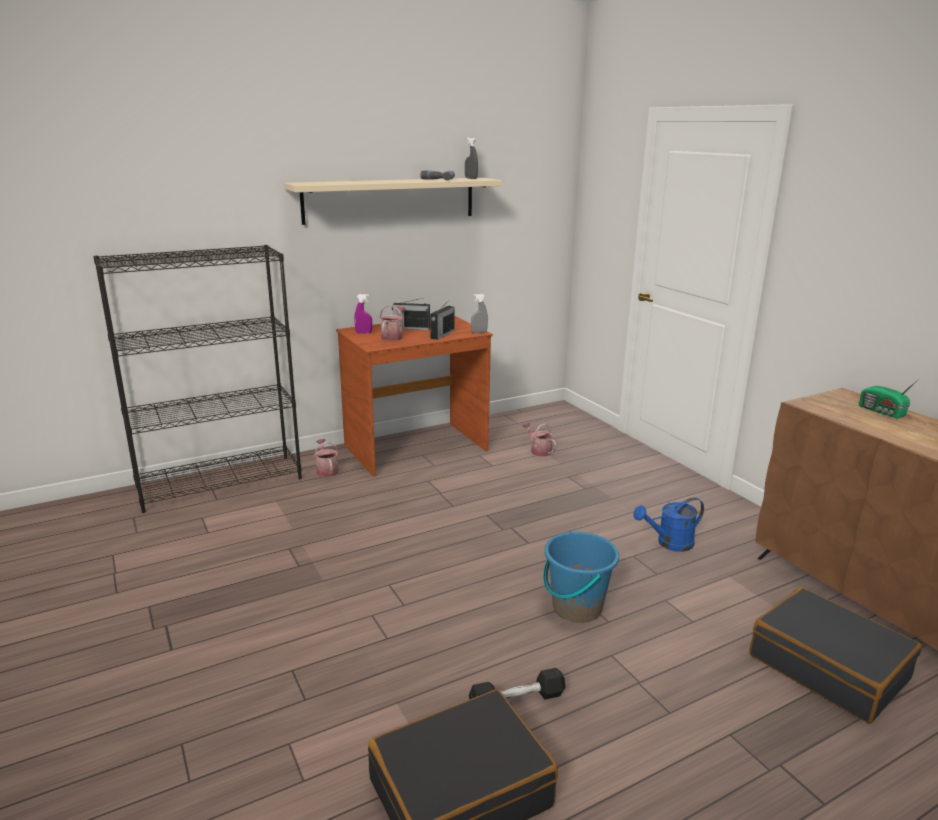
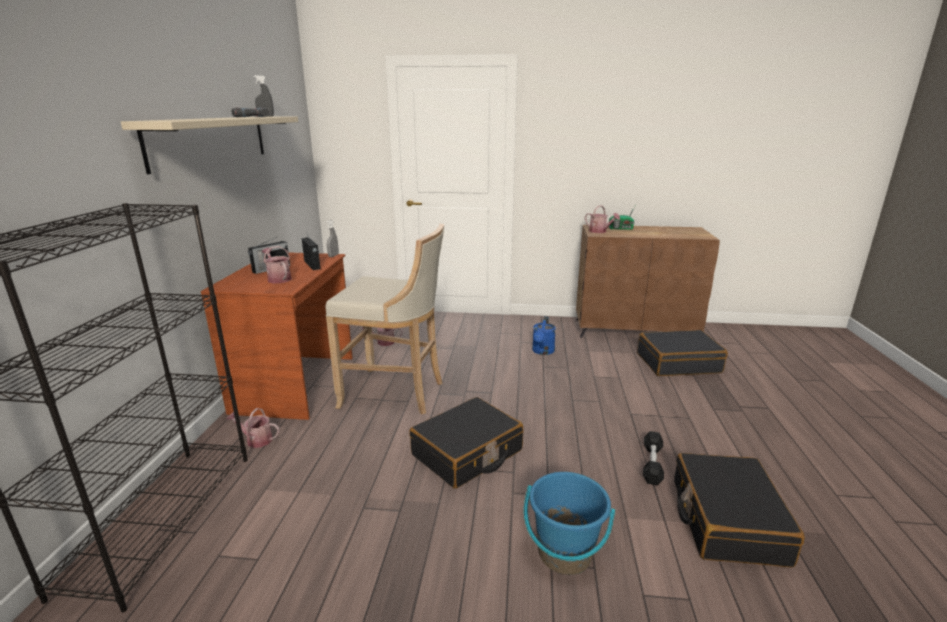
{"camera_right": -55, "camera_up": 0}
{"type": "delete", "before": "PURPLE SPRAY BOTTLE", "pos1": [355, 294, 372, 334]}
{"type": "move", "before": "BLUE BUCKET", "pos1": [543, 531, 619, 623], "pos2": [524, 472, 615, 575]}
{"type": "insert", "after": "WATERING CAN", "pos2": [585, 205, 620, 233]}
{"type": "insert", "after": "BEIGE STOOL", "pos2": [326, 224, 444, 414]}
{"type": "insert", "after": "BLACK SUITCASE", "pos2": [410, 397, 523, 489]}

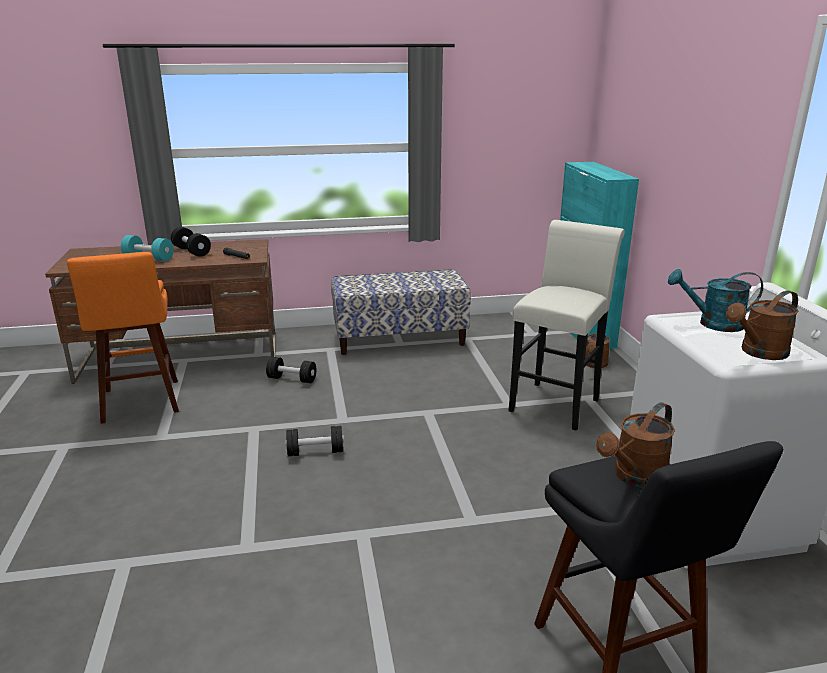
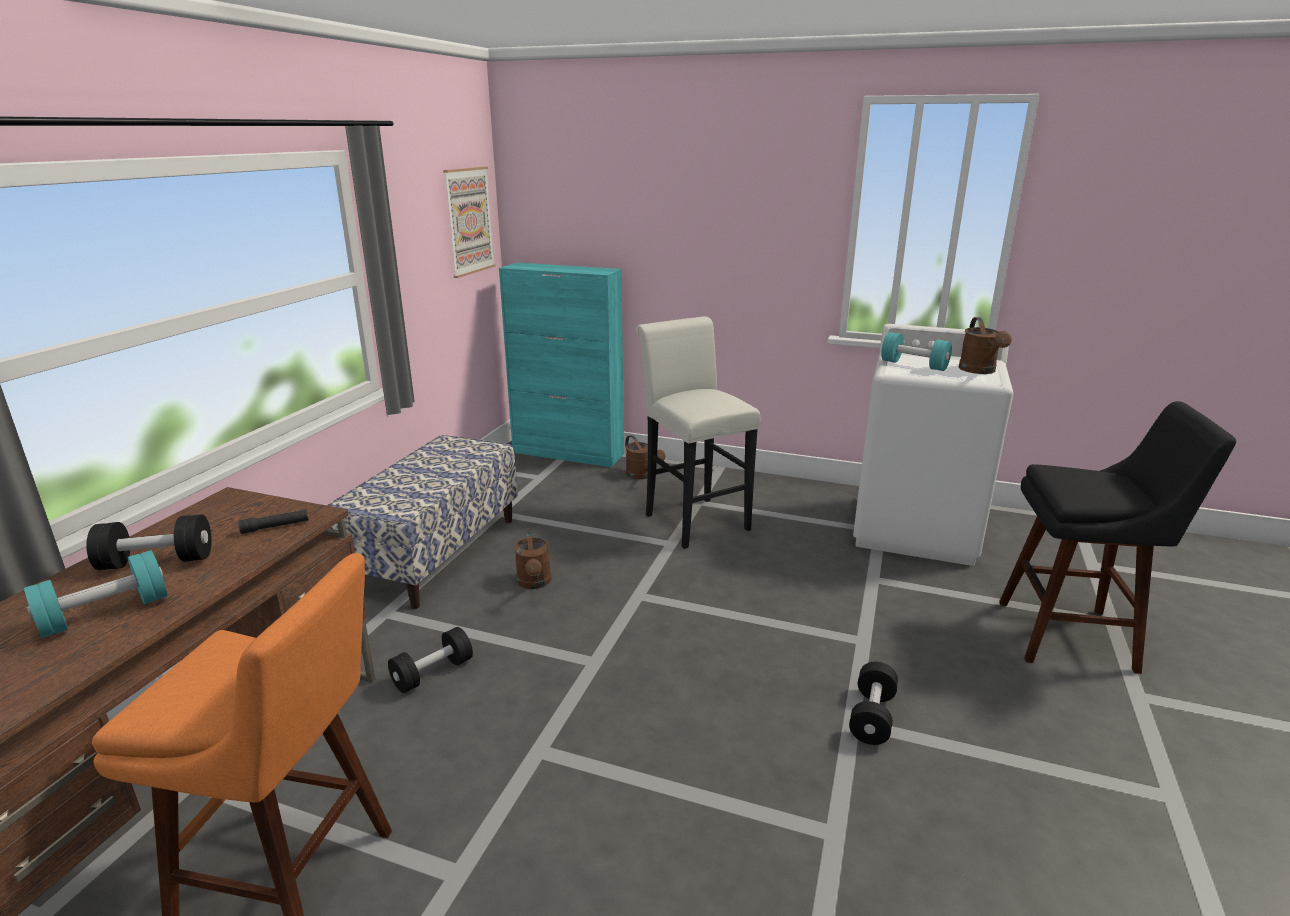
{"camera_right": -60, "camera_up": 0}
{"type": "replace", "before": "TURQUOISE WATERING CAN", "after": "TURQUOISE DUMBBELL", "pos1": [668, 269, 763, 332], "pos2": [881, 332, 952, 371]}
{"type": "move", "before": "BROWN WATERING CAN", "pos1": [596, 402, 675, 488], "pos2": [514, 528, 551, 589]}
{"type": "move", "before": "BLACK DUMBBELL", "pos1": [286, 426, 344, 456], "pos2": [849, 662, 898, 745]}
{"type": "insert", "after": "PICTURE", "pos2": [443, 167, 496, 278]}

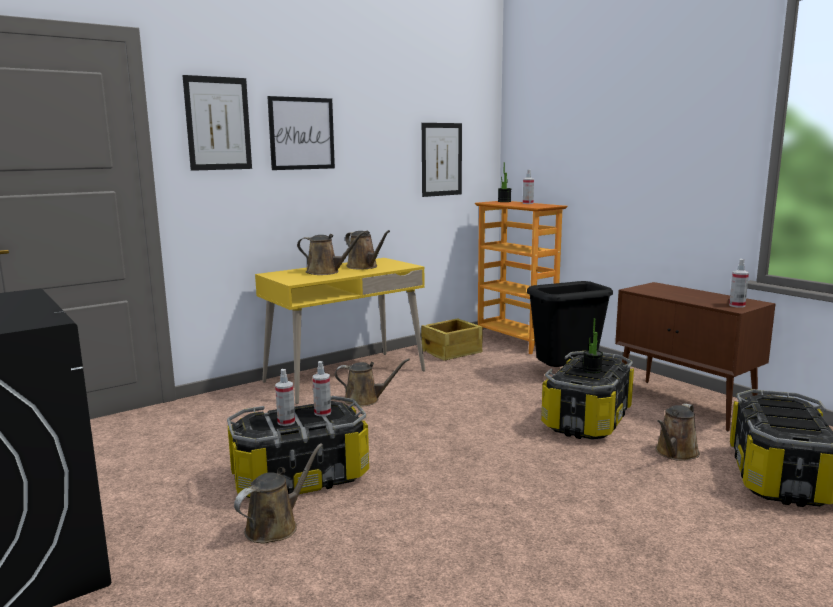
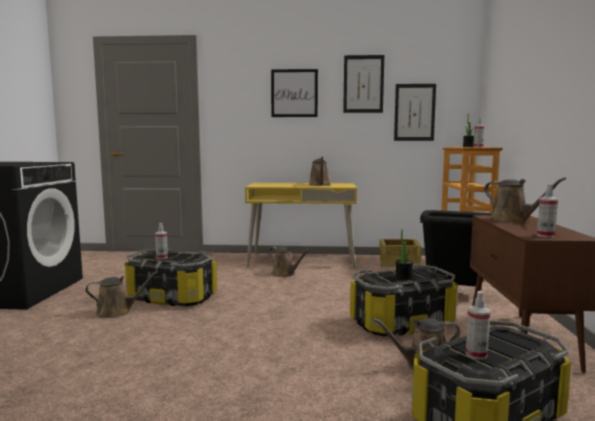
{"camera_right": 40, "camera_up": -5}
{"type": "move", "before": "PICTURE", "pos1": [182, 75, 252, 171], "pos2": [343, 55, 384, 113]}
{"type": "move", "before": "BROWN WATERING CAN", "pos1": [297, 231, 366, 275], "pos2": [484, 178, 566, 223]}
{"type": "move", "before": "SPRAY BOTTLE", "pos1": [313, 361, 331, 416], "pos2": [466, 291, 491, 360]}

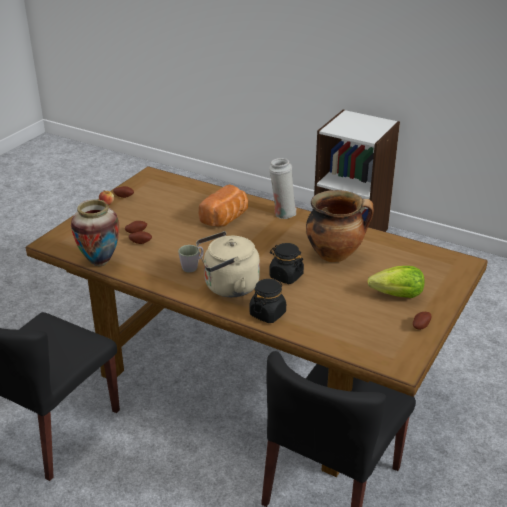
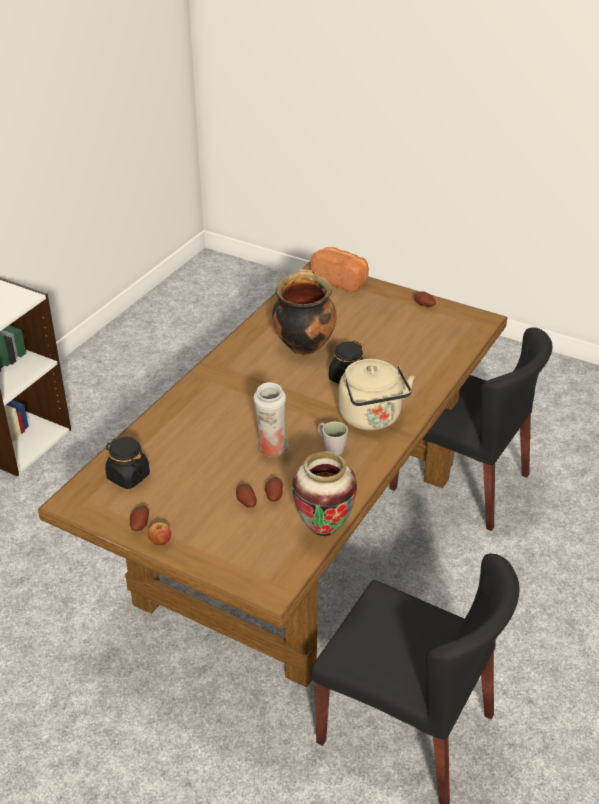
{"camera_right": -90, "camera_up": 5}
{"type": "move", "before": "WHITE VASE", "pos1": [269, 158, 296, 219], "pos2": [253, 382, 290, 457]}
{"type": "move", "before": "BREAD", "pos1": [199, 184, 248, 227], "pos2": [310, 247, 369, 292]}
{"type": "delete", "before": "LETTUCE", "pos1": [367, 266, 425, 298]}
{"type": "move", "before": "BLACK JAR", "pos1": [250, 279, 286, 323], "pos2": [105, 437, 150, 489]}

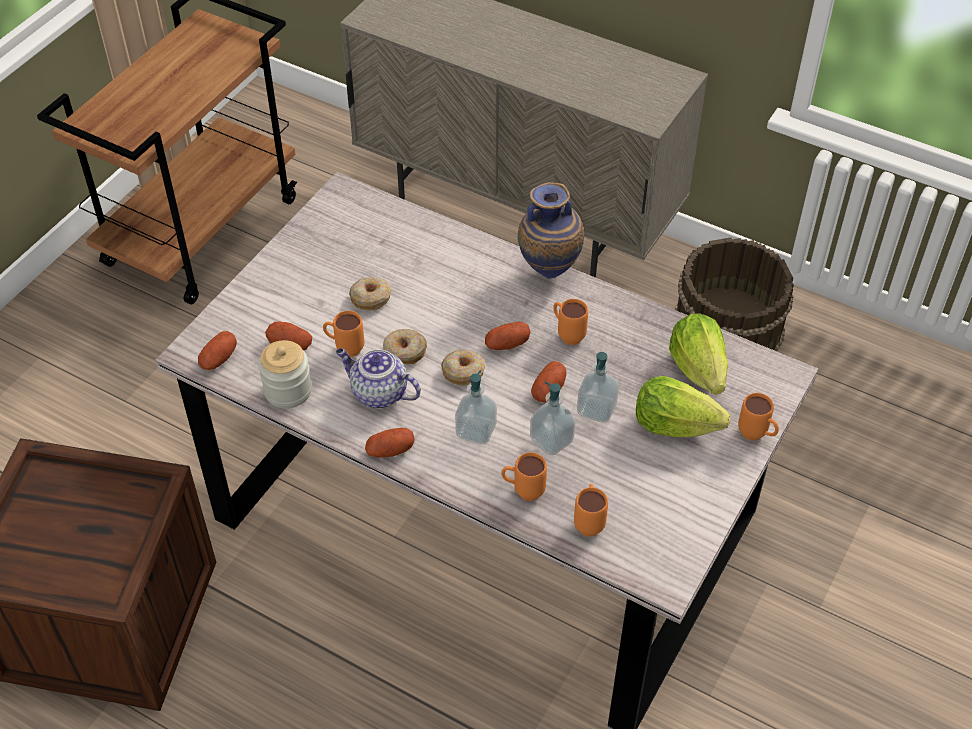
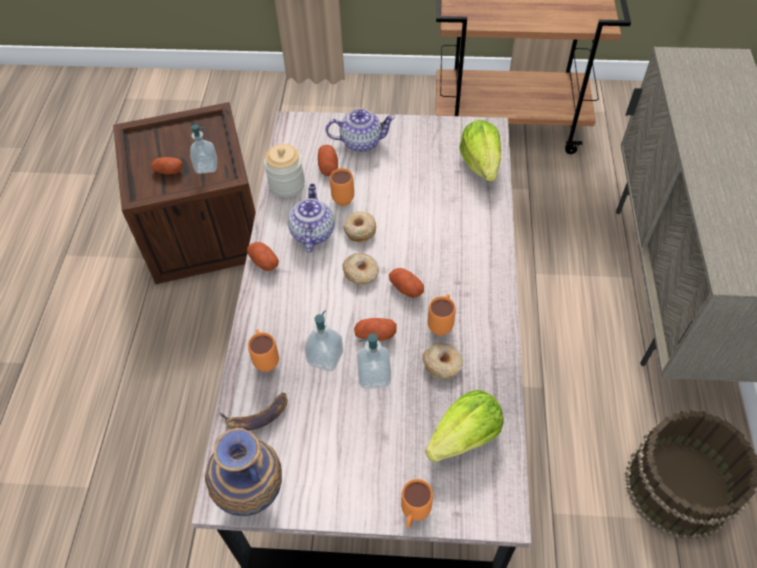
{"camera_right": 65, "camera_up": 5}
{"type": "move", "before": "VASE", "pos1": [518, 182, 584, 279], "pos2": [205, 428, 282, 516]}
{"type": "move", "before": "DONUT", "pos1": [349, 278, 391, 310], "pos2": [423, 343, 463, 379]}
{"type": "move", "before": "POTATO", "pos1": [198, 331, 237, 370], "pos2": [151, 157, 183, 174]}
{"type": "move", "before": "SOAP DISPENSER", "pos1": [455, 370, 497, 444], "pos2": [190, 124, 217, 174]}
{"type": "move", "before": "LETTUCE", "pos1": [636, 376, 730, 438], "pos2": [459, 120, 501, 181]}
{"type": "replace", "before": "ORANGE MUG", "after": "BANANA", "pos1": [574, 484, 608, 537], "pos2": [220, 392, 288, 431]}
{"type": "insert", "after": "TEAPOT", "pos2": [326, 109, 396, 152]}

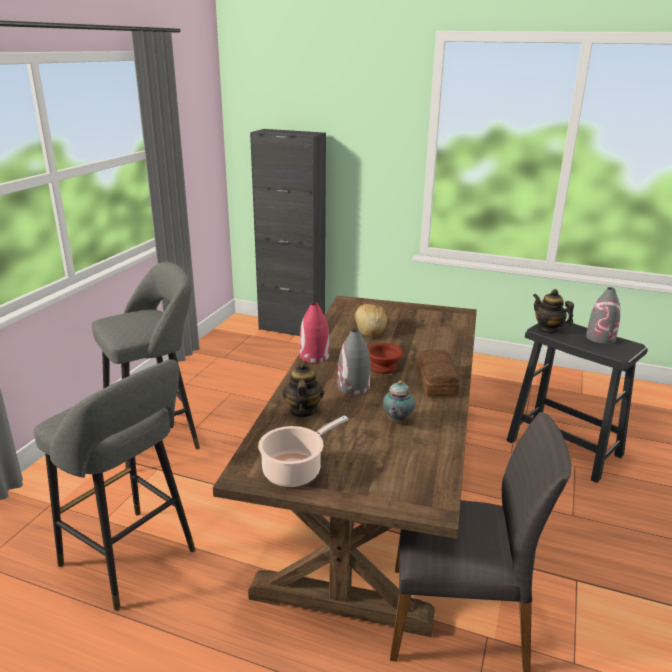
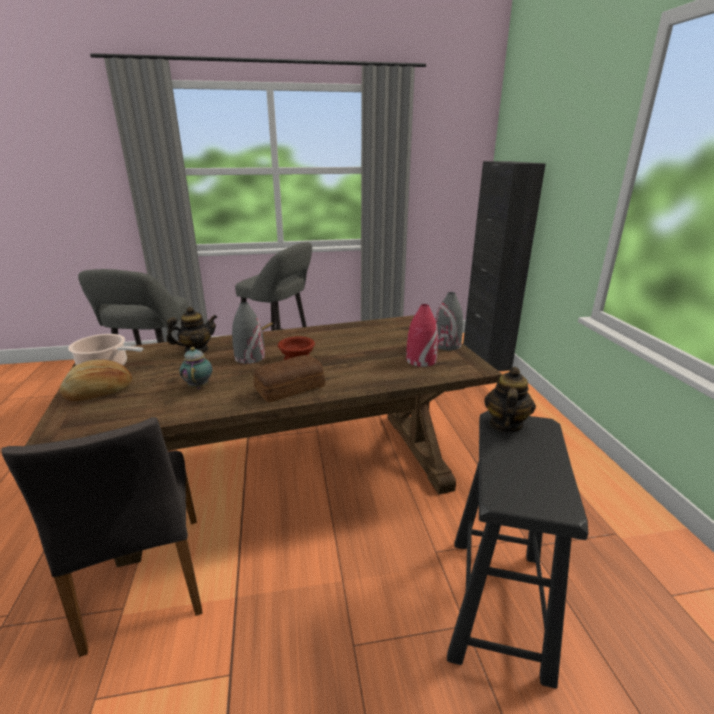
{"camera_right": 60, "camera_up": 0}
{"type": "move", "before": "GREY VASE", "pos1": [586, 287, 621, 344], "pos2": [435, 292, 463, 350]}
{"type": "move", "before": "RED VASE", "pos1": [300, 303, 329, 363], "pos2": [406, 304, 438, 367]}
{"type": "move", "before": "BREAD", "pos1": [355, 304, 387, 337], "pos2": [60, 360, 132, 401]}
{"type": "rotate", "before": "TEAPOT", "pos1": [383, 380, 415, 423], "pos2": [179, 347, 212, 389], "turn": 90}

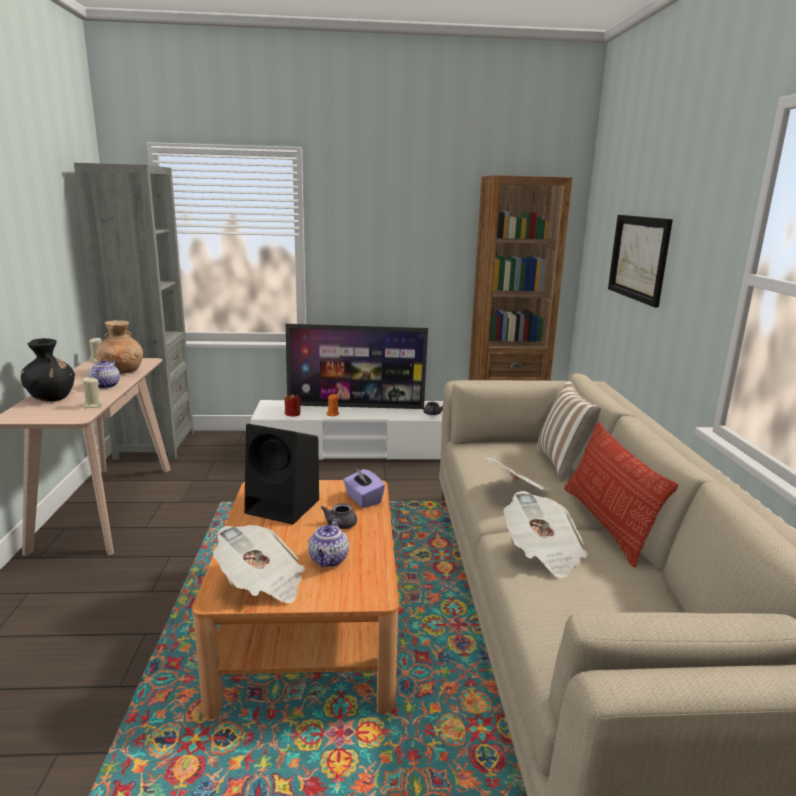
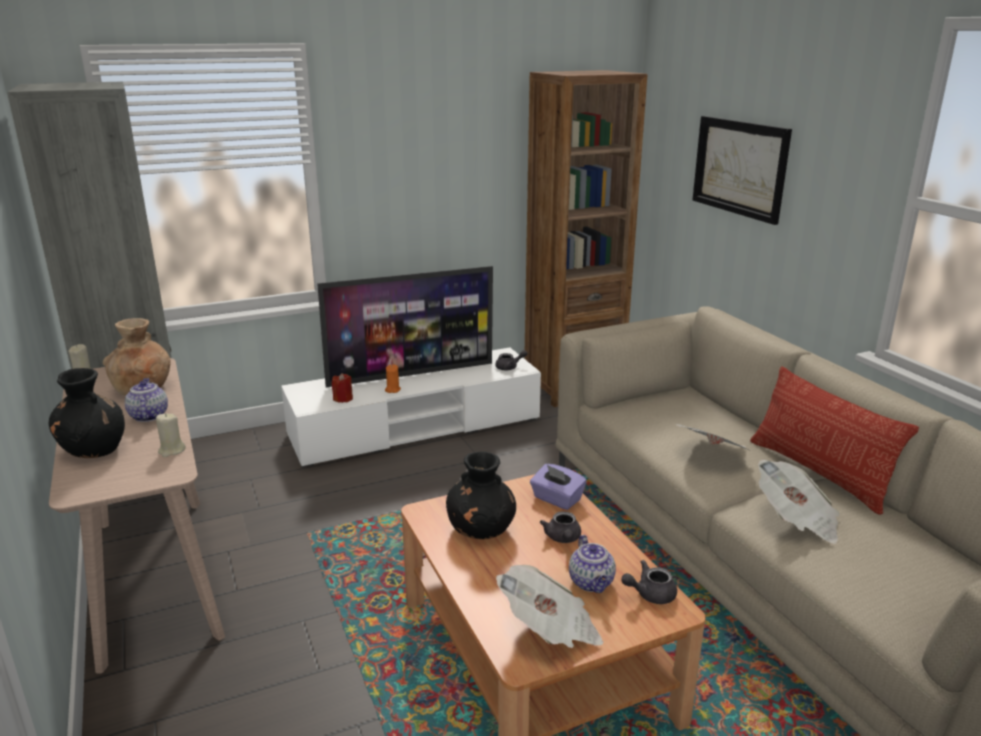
{"camera_right": -20, "camera_up": 5}
{"type": "delete", "before": "PILLOW", "pos1": [537, 381, 601, 481]}
{"type": "replace", "before": "BLACK SPEAKER", "after": "BLACK VASE", "pos1": [244, 424, 319, 525], "pos2": [446, 452, 516, 539]}
{"type": "insert", "after": "GREY TEAPOT", "pos2": [621, 560, 677, 604]}

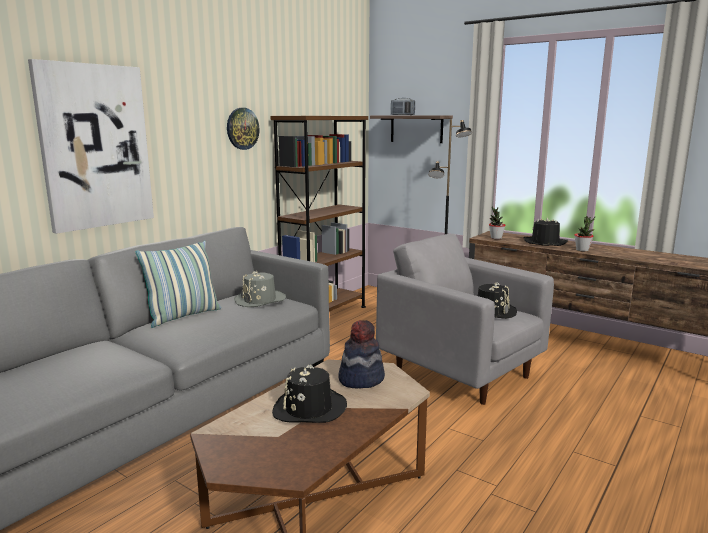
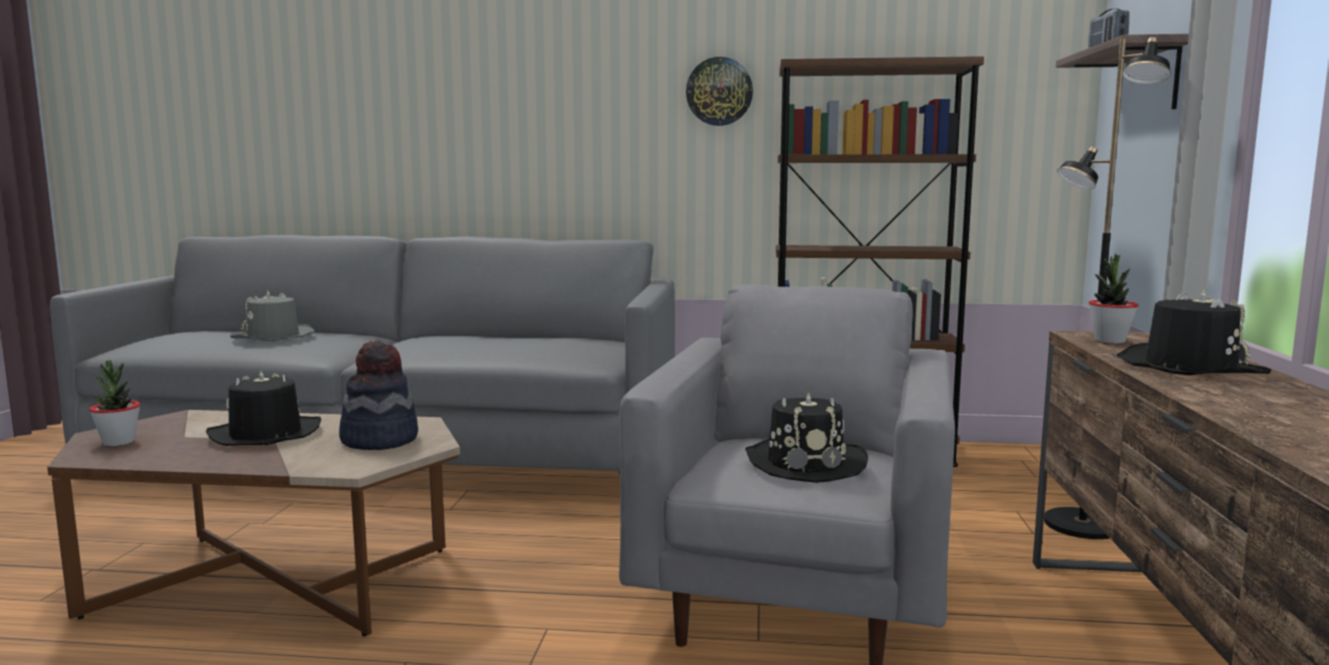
{"camera_right": 60, "camera_up": -5}
{"type": "delete", "before": "PICTURE", "pos1": [28, 59, 154, 234]}
{"type": "move", "before": "POTTED PLANT", "pos1": [574, 216, 595, 252], "pos2": [89, 360, 140, 446]}
{"type": "delete", "before": "PILLOW", "pos1": [136, 241, 221, 328]}
{"type": "move", "before": "GREY HAT", "pos1": [234, 271, 286, 307], "pos2": [230, 291, 315, 341]}

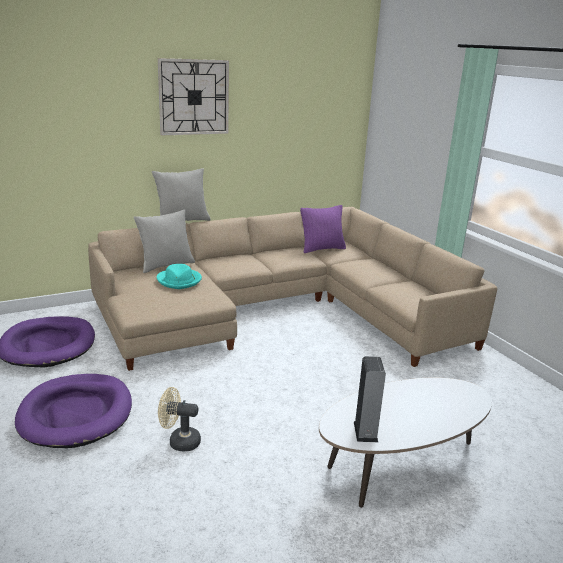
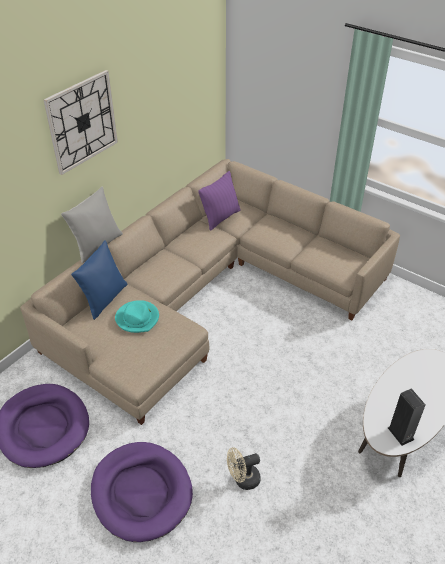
{"camera_right": -25, "camera_up": 20}
{"type": "recolor", "before": "GREY PILLOW", "after": "BLUE PILLOW", "pos1": [134, 210, 195, 273], "pos2": [71, 240, 128, 320]}

